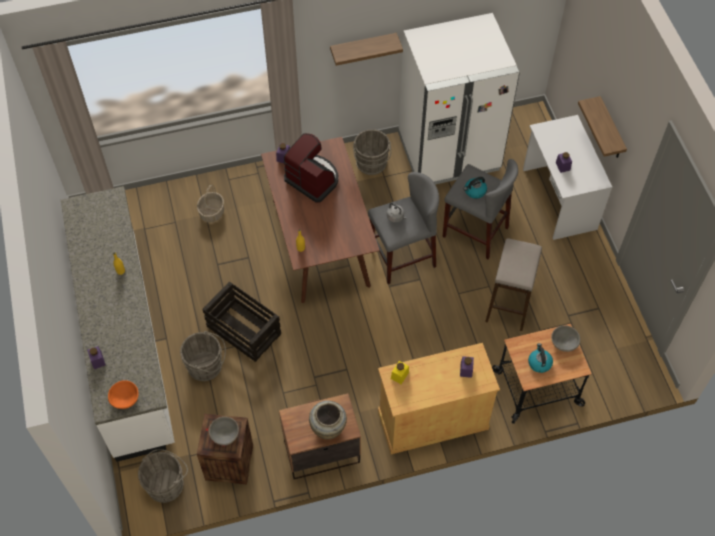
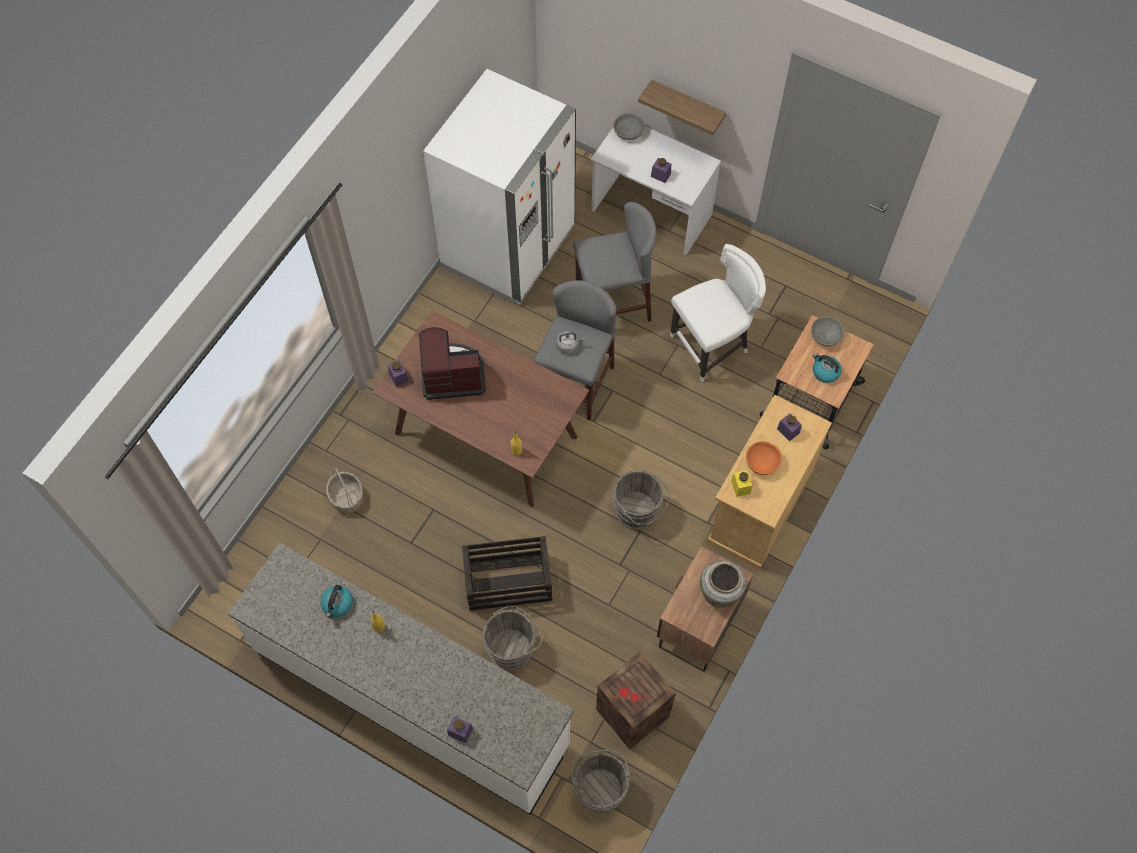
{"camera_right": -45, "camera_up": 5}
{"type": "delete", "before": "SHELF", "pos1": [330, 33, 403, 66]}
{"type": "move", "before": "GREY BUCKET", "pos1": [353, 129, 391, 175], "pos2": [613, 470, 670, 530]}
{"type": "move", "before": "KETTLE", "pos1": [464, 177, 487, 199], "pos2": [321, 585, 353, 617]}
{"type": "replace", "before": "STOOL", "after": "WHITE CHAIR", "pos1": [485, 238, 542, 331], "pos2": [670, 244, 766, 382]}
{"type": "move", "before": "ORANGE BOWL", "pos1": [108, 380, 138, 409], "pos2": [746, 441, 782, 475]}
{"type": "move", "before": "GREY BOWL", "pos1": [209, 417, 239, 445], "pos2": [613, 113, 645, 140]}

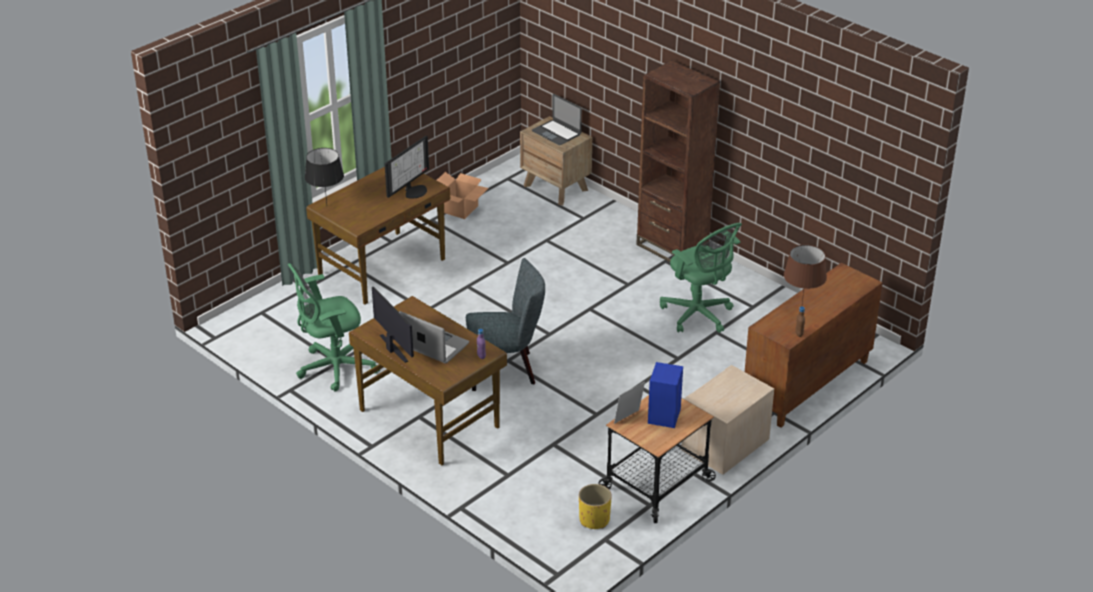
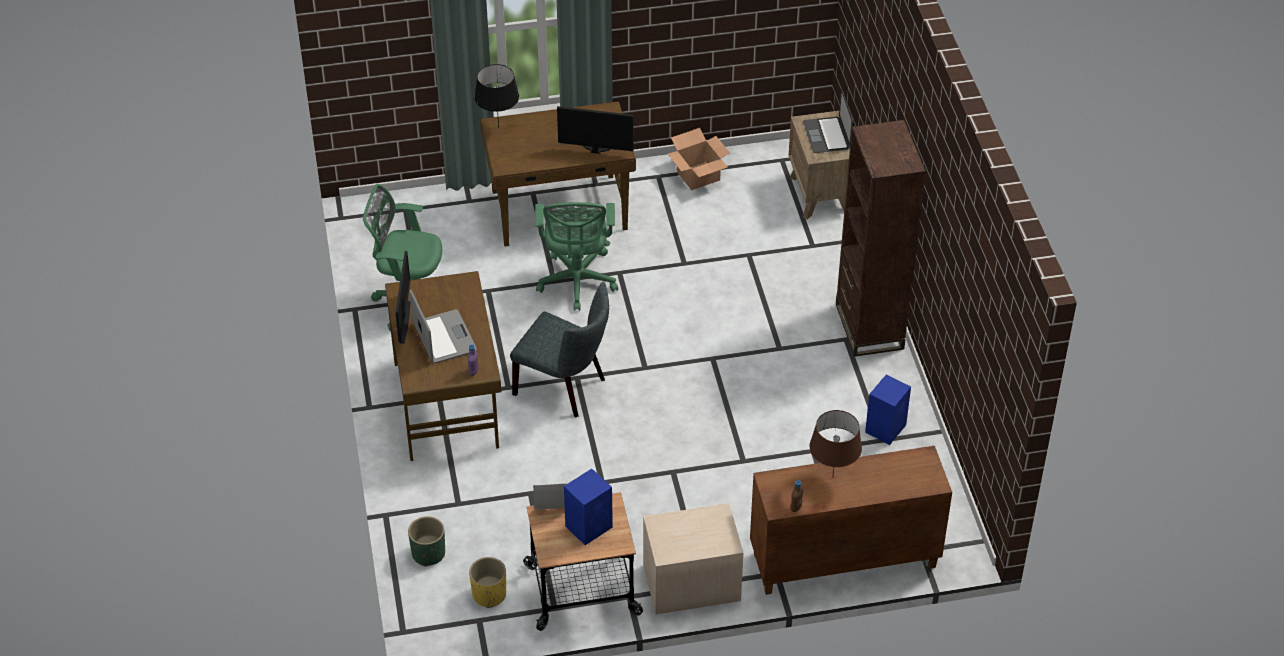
{"camera_right": 35, "camera_up": 10}
{"type": "rotate", "before": "MONITOR", "pos1": [385, 136, 429, 198], "pos2": [557, 106, 634, 154], "turn": -150}
{"type": "move", "before": "GREEN OFFICE CHAIR", "pos1": [660, 223, 742, 333], "pos2": [535, 202, 618, 311]}
{"type": "insert", "after": "BLUE SPEAKER", "pos2": [865, 375, 911, 445]}
{"type": "insert", "after": "GREEN PLANTER", "pos2": [408, 516, 445, 567]}

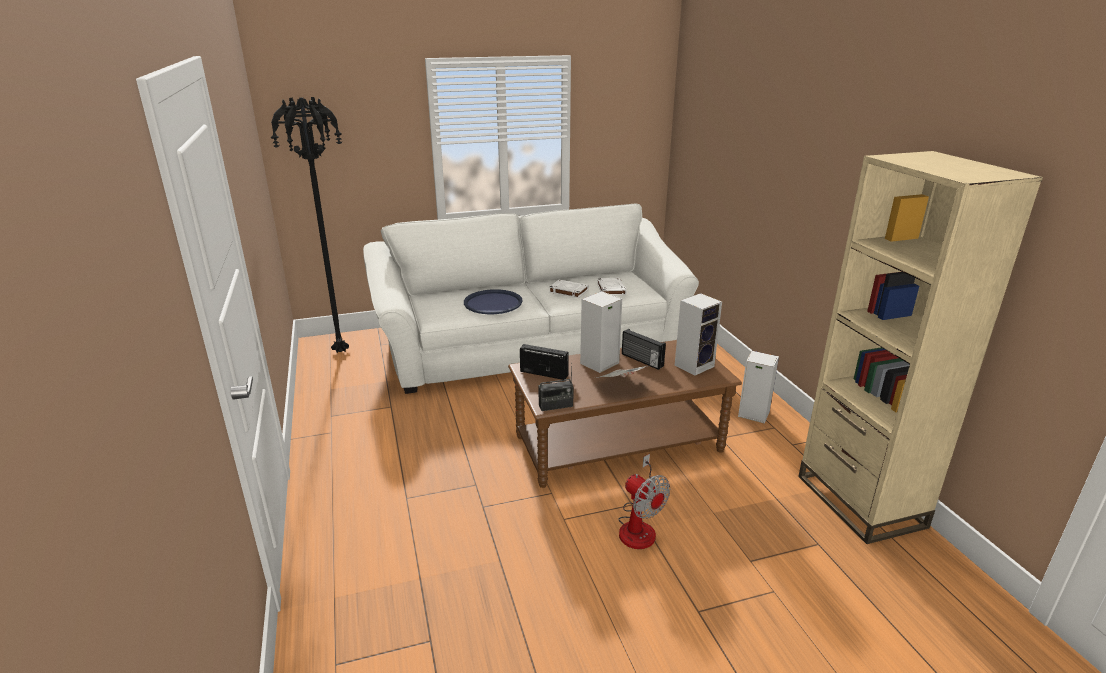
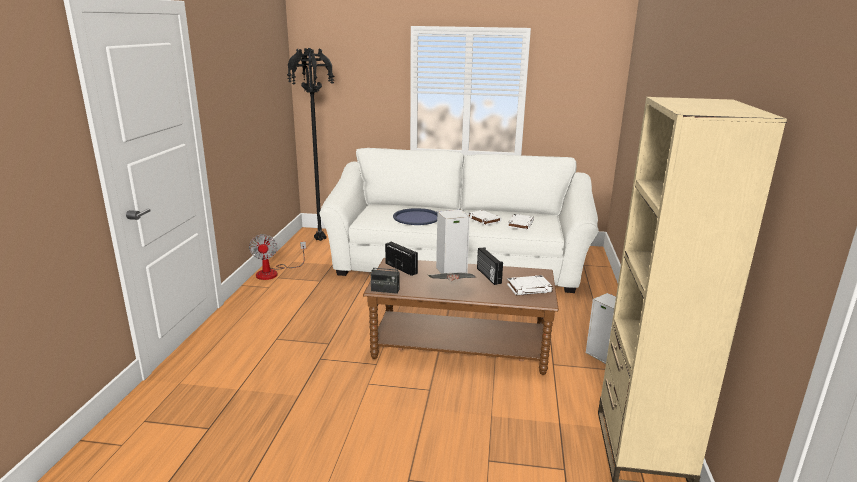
{"camera_right": 25, "camera_up": -5}
{"type": "replace", "before": "SPEAKER", "after": "WHITE BOOK", "pos1": [675, 293, 722, 375], "pos2": [507, 275, 553, 295]}
{"type": "move", "before": "FAN", "pos1": [618, 454, 670, 549], "pos2": [249, 234, 306, 280]}

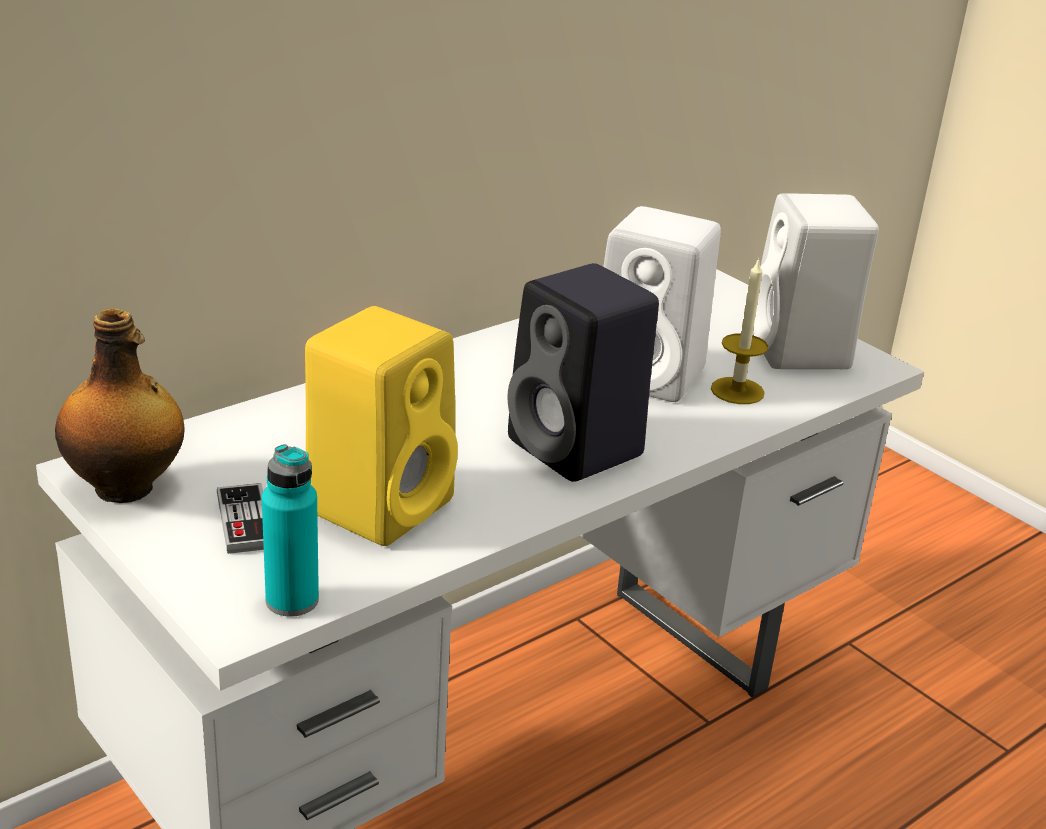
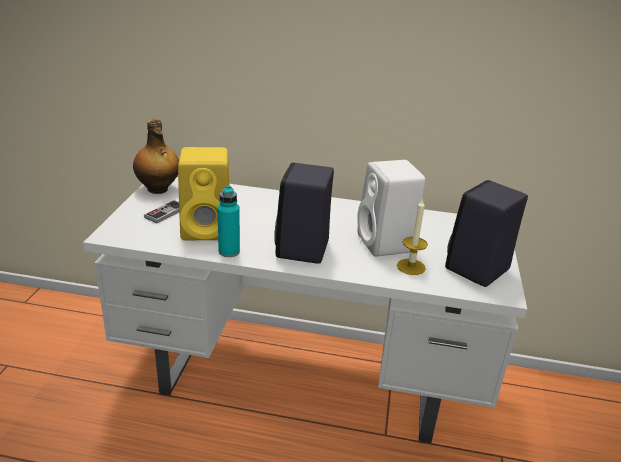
{"camera_right": 50, "camera_up": 0}
{"type": "recolor", "before": "WHITE SPEAKER", "after": "BLACK SPEAKER", "pos1": [753, 193, 879, 369], "pos2": [445, 180, 528, 287]}
{"type": "move", "before": "TURQUOISE BOTTLE", "pos1": [262, 444, 319, 617], "pos2": [217, 186, 240, 257]}

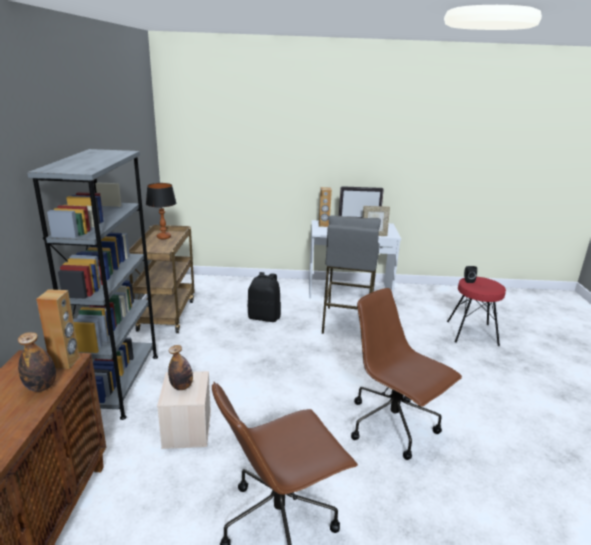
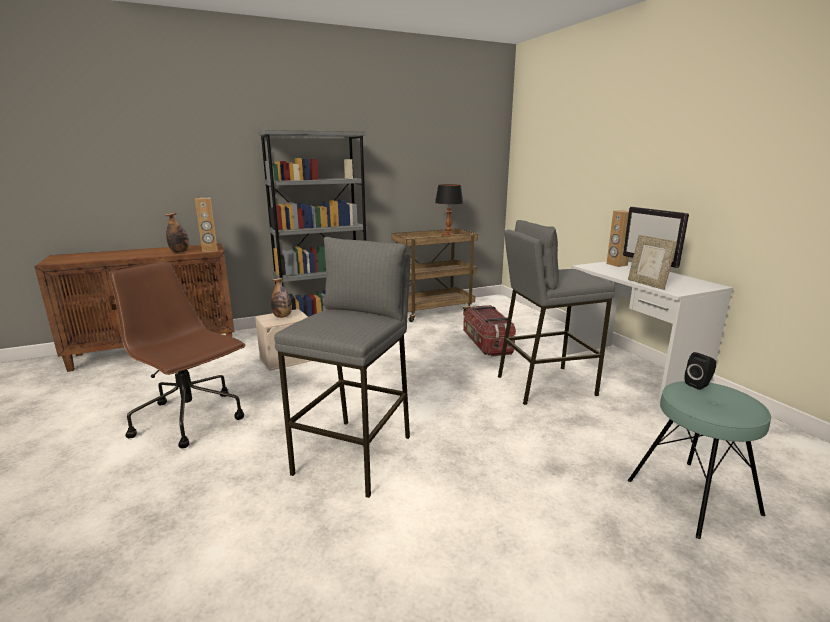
{"camera_right": 65, "camera_up": -5}
{"type": "replace", "before": "BLACK BACKPACK", "after": "STORAGE BOX", "pos1": [247, 272, 281, 322], "pos2": [463, 305, 516, 356]}
{"type": "recolor", "before": "RED STOOL", "after": "TURQUOISE STOOL", "pos1": [447, 277, 506, 346], "pos2": [628, 381, 771, 539]}
{"type": "replace", "before": "BROWN OFFICE CHAIR", "after": "GREY STOOL", "pos1": [351, 288, 462, 460], "pos2": [274, 237, 411, 498]}

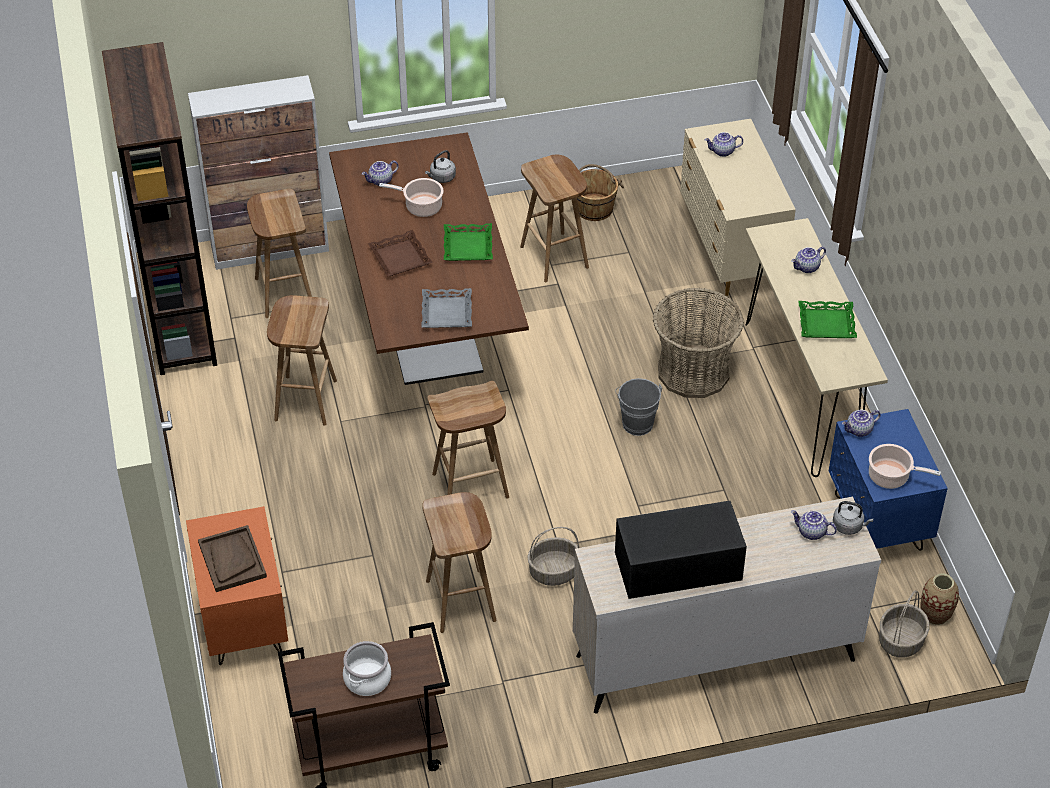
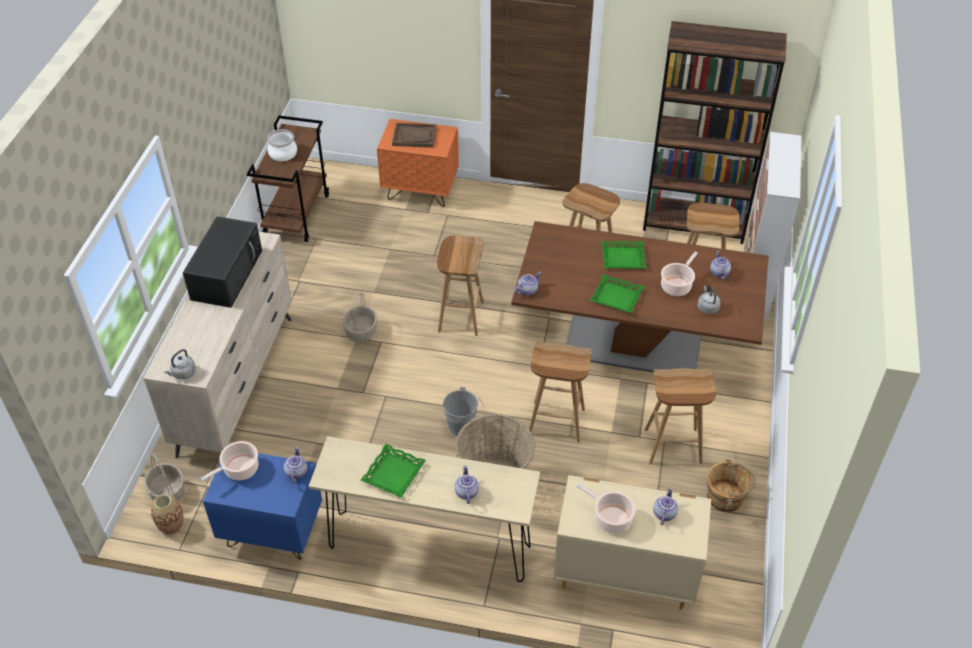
{"camera_right": 115, "camera_up": 0}
{"type": "recolor", "before": "BROWN TRAY", "after": "GREEN TRAY", "pos1": [368, 230, 433, 277], "pos2": [601, 241, 647, 269]}
{"type": "delete", "before": "GREY TRAY", "pos1": [422, 288, 472, 328]}
{"type": "move", "before": "BROWN STOOL", "pos1": [422, 492, 497, 633], "pos2": [529, 341, 592, 442]}
{"type": "move", "before": "TEAPOT", "pos1": [791, 510, 837, 540], "pos2": [515, 272, 541, 295]}
{"type": "insert", "after": "COOKING POT", "pos2": [576, 483, 636, 533]}

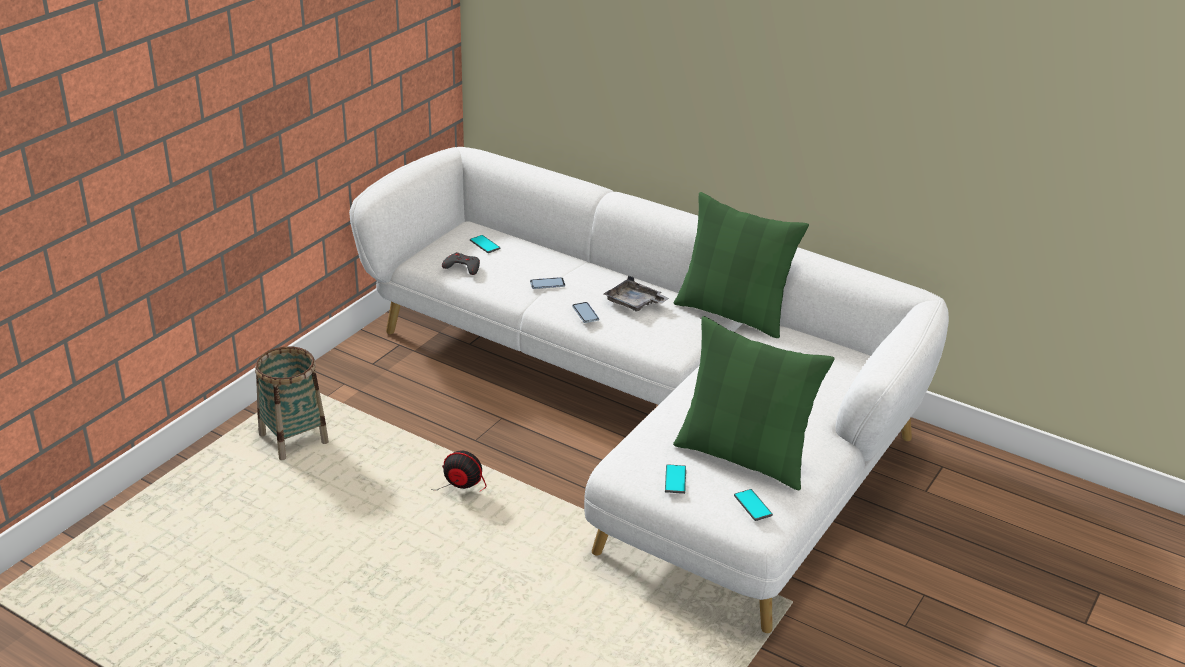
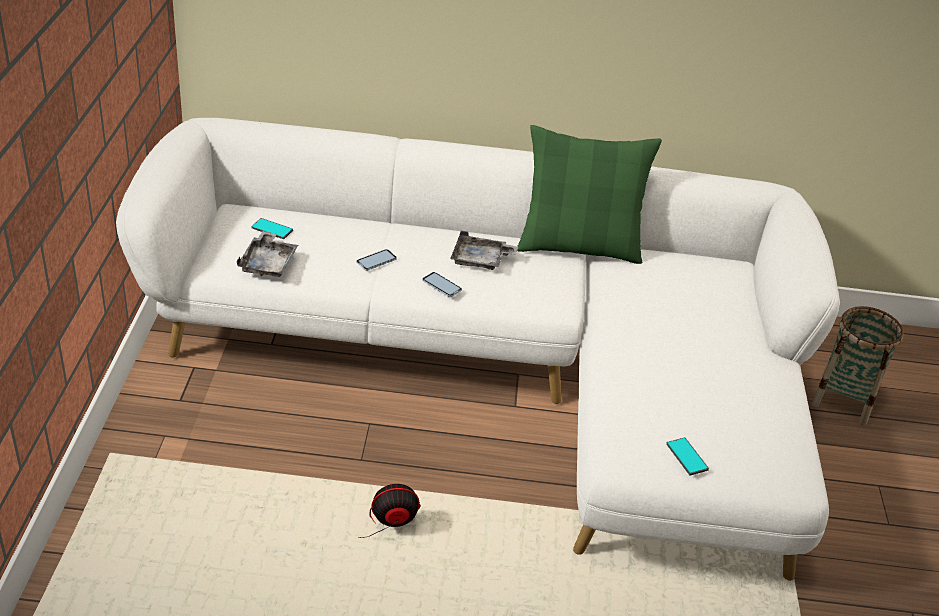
{"camera_right": -30, "camera_up": 5}
{"type": "replace", "before": "GREY GAME CONTROLLER", "after": "GREY TRAY", "pos1": [442, 252, 480, 275], "pos2": [236, 231, 298, 277]}
{"type": "delete", "before": "GREEN PILLOW", "pos1": [673, 316, 835, 490]}
{"type": "move", "before": "BASKET", "pos1": [255, 346, 329, 460], "pos2": [811, 306, 903, 425]}
{"type": "delete", "before": "PHONE", "pos1": [734, 489, 773, 521]}

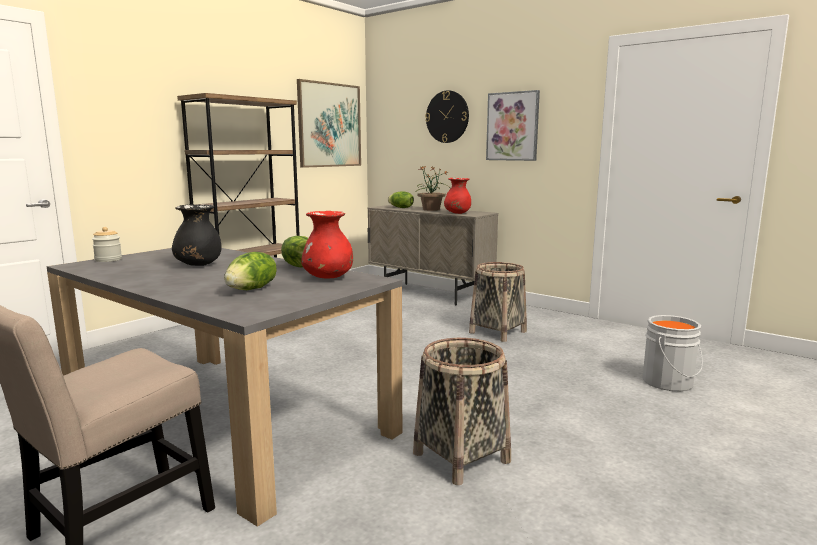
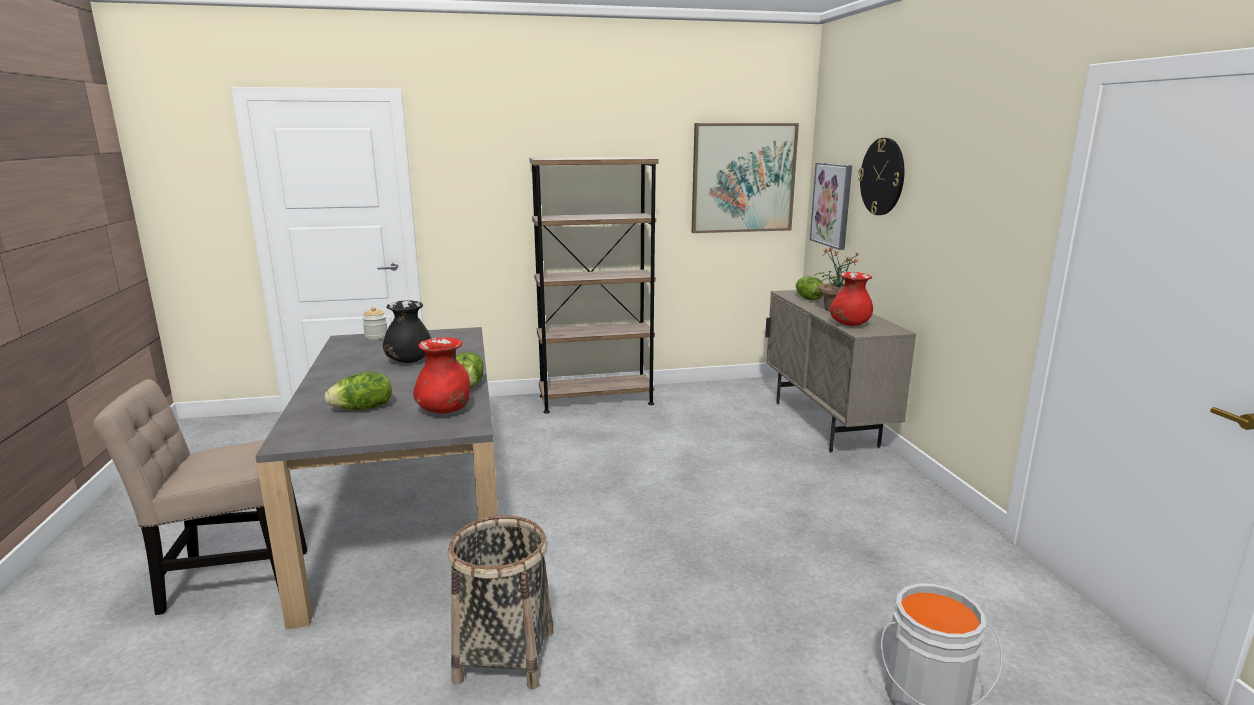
{"camera_right": 40, "camera_up": 5}
{"type": "move", "before": "PICTURE", "pos1": [486, 90, 540, 161], "pos2": [810, 162, 852, 250]}
{"type": "delete", "before": "BASKET", "pos1": [469, 262, 527, 342]}

